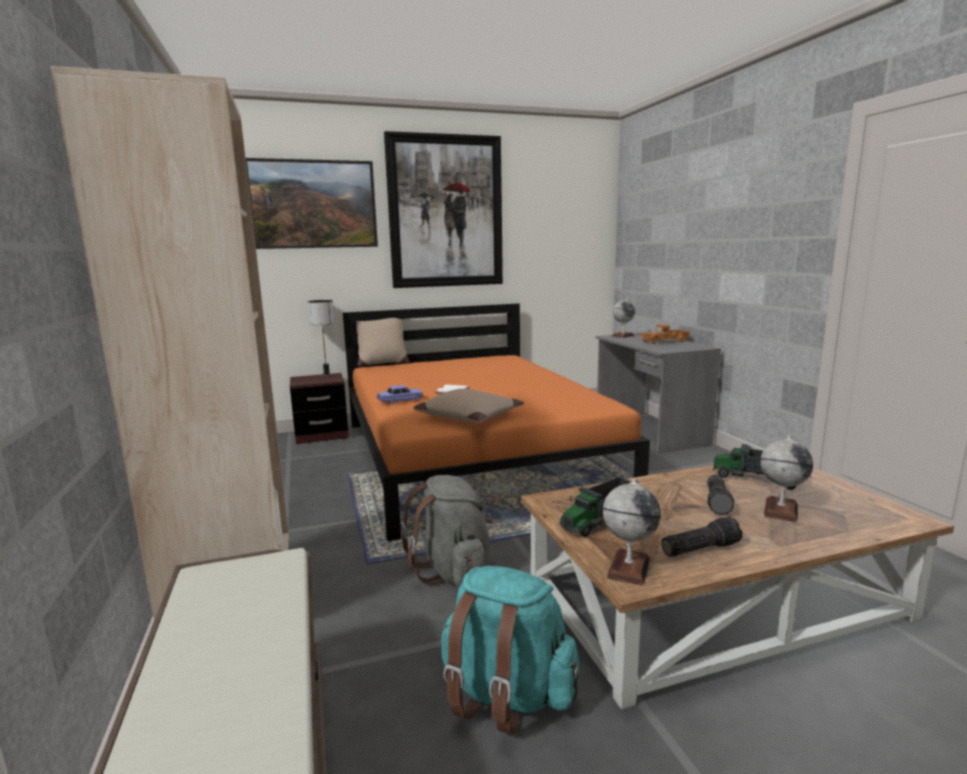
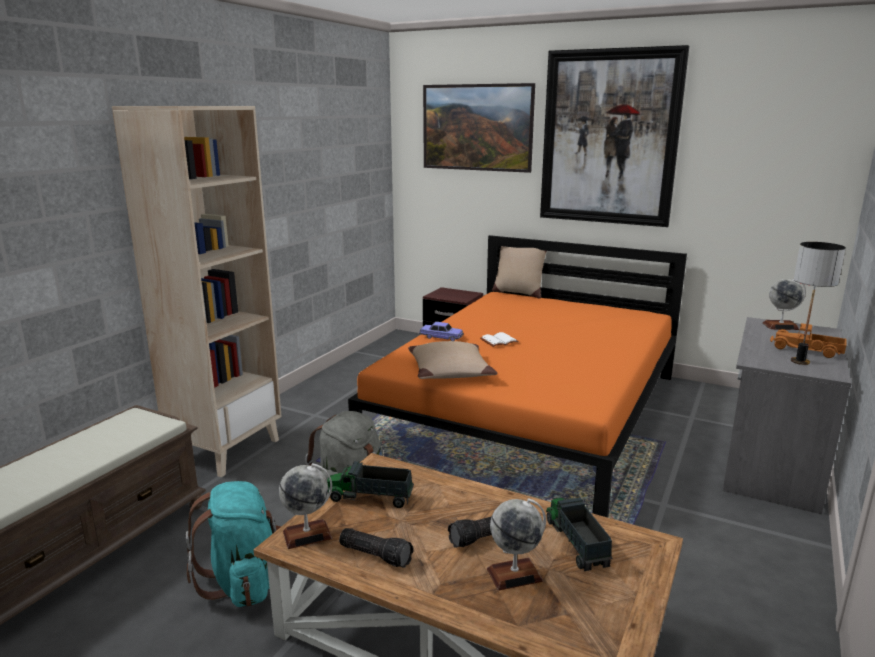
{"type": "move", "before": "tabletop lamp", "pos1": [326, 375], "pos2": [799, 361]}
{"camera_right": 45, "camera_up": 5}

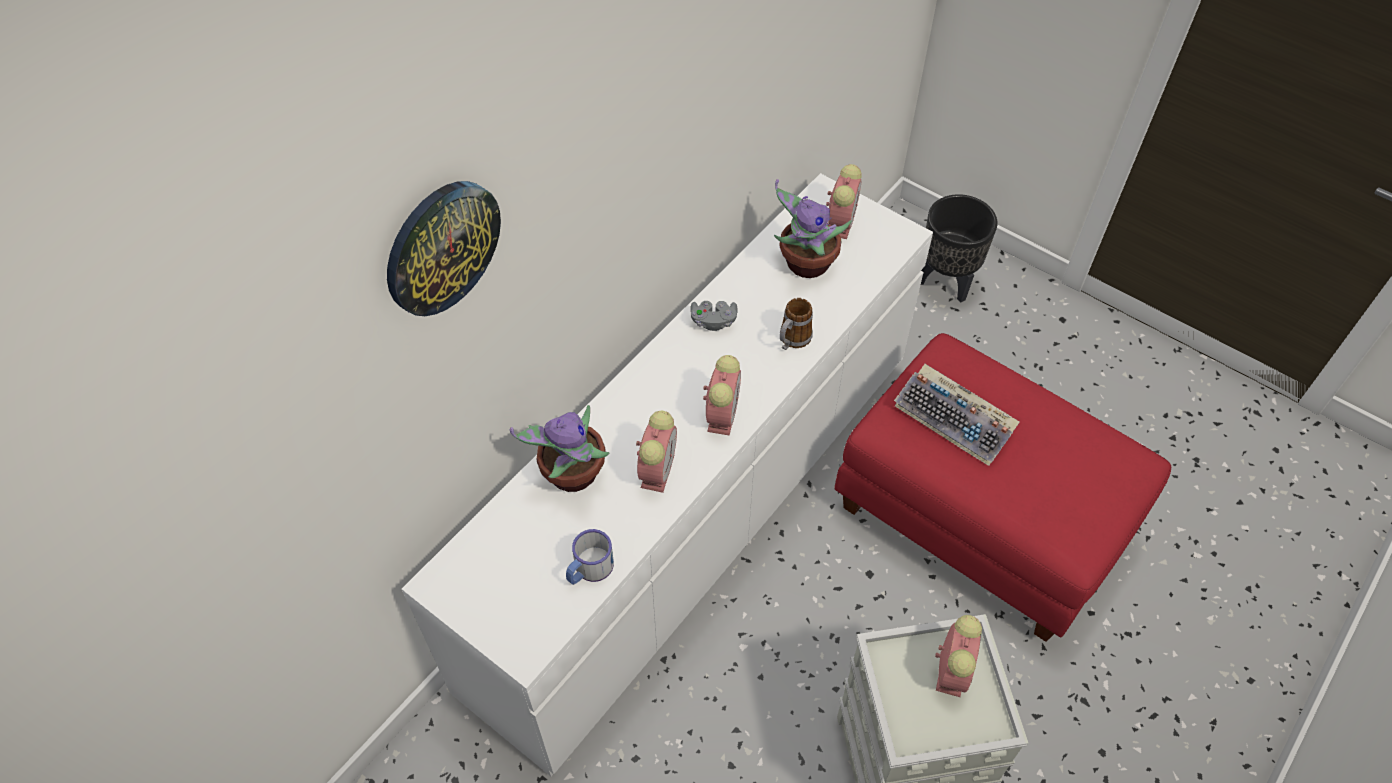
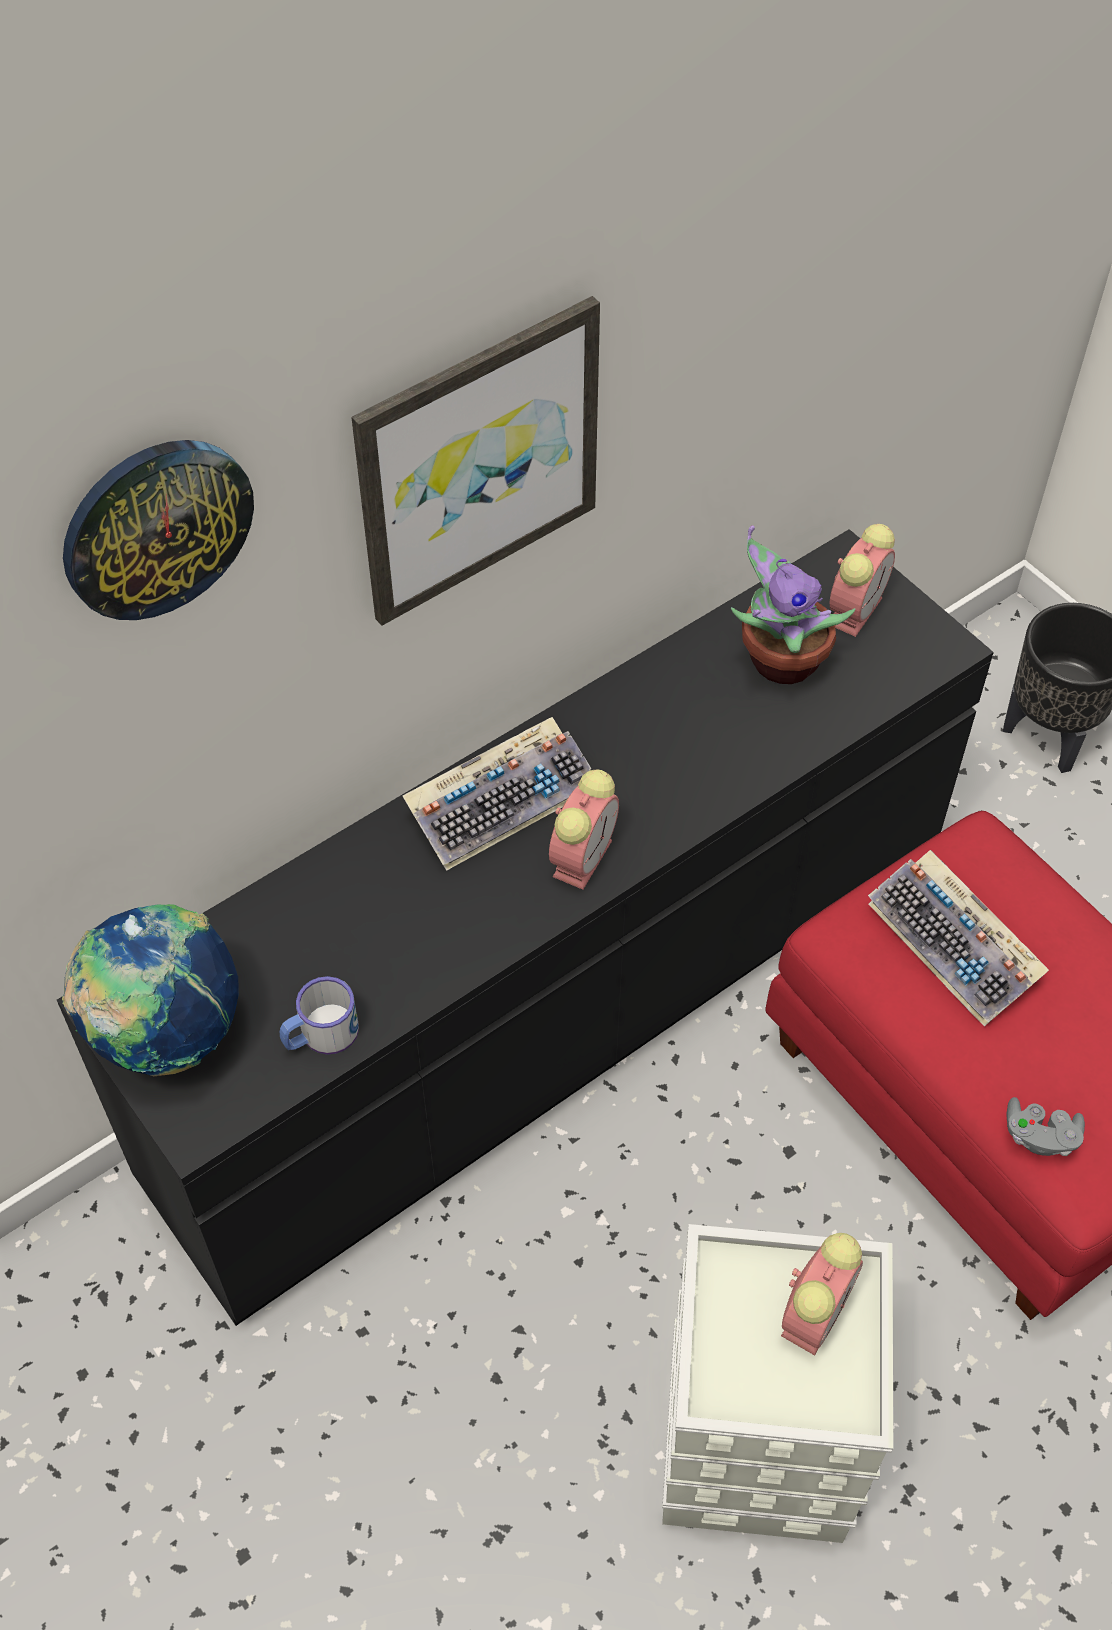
{"type": "recolor", "before": "drawer chest in white-coloured", "after": "drawer chest in black-coloured", "pos1": [695, 515], "pos2": [554, 1003]}
{"type": "delete", "before": "tea mug", "pos1": [792, 341]}
{"type": "move", "before": "game controller in grey", "pos1": [713, 321], "pos2": [1040, 1135]}
{"type": "delete", "before": "plant in a pot", "pos1": [572, 476]}
{"type": "delete", "before": "alarm clock", "pos1": [657, 469]}
{"type": "insert", "after": "wall art", "pos2": [477, 460]}
{"type": "insert", "after": "computer keyboard", "pos2": [502, 800]}
{"type": "insert", "after": "desk globe", "pos2": [166, 1033]}
{"camera_right": 15, "camera_up": 0}

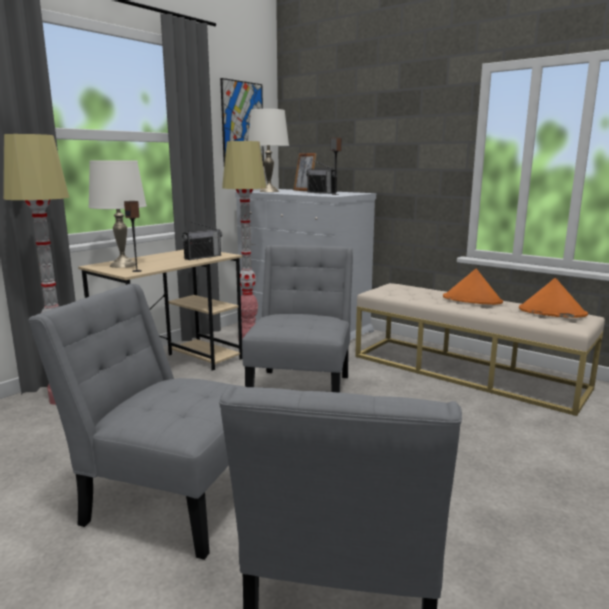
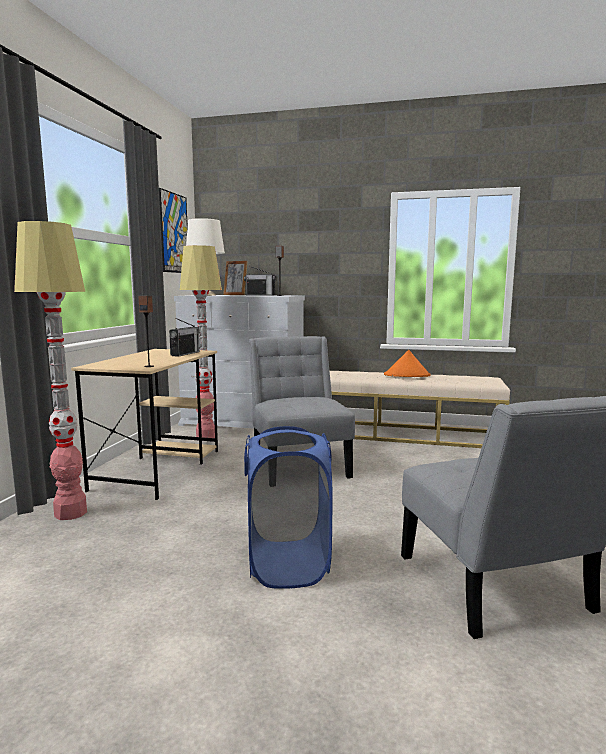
{"type": "delete", "before": "tabletop lamp in white-coloured", "pos1": [122, 265]}
{"type": "delete", "before": "hat in orange-coloured", "pos1": [551, 312]}
{"type": "replace", "before": "plain chair in grey", "after": "laundry basket in bluish", "pos1": [168, 497], "pos2": [287, 564]}
{"camera_right": -25, "camera_up": -5}

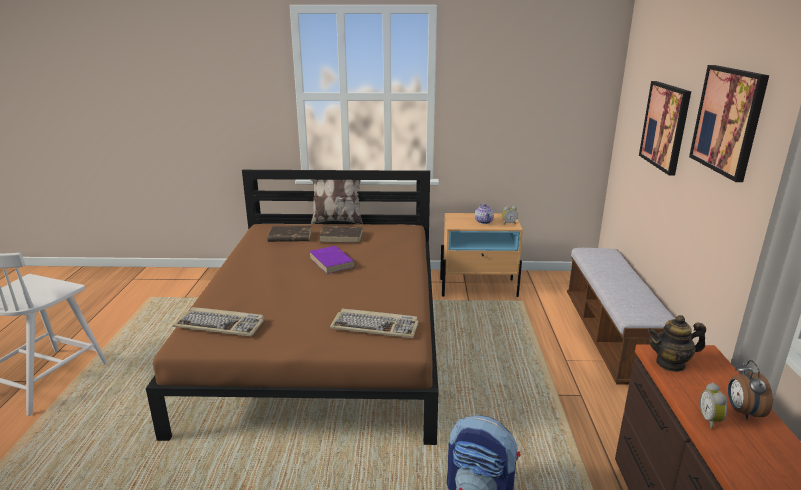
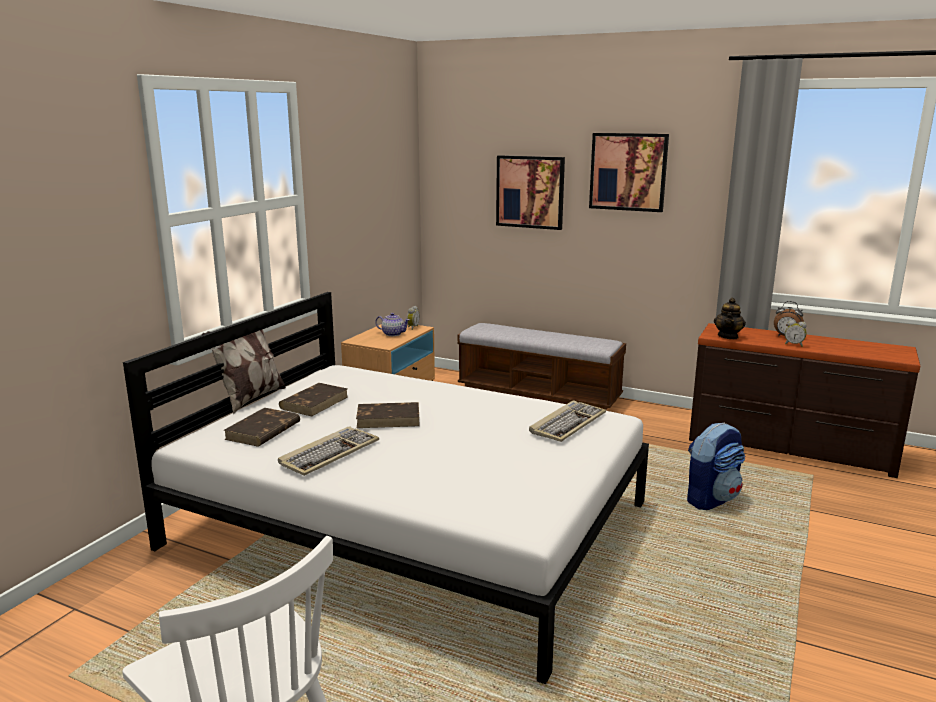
{"type": "recolor", "before": "bedroom bed in brown-coloured", "after": "bedroom bed in white-coloured", "pos1": [325, 340], "pos2": [411, 524]}
{"type": "recolor", "before": "bound book in purple-coloured", "after": "bound book in brown-coloured", "pos1": [332, 262], "pos2": [389, 418]}
{"type": "move", "before": "computer keyboard", "pos1": [221, 324], "pos2": [329, 453]}
{"camera_right": -65, "camera_up": -5}

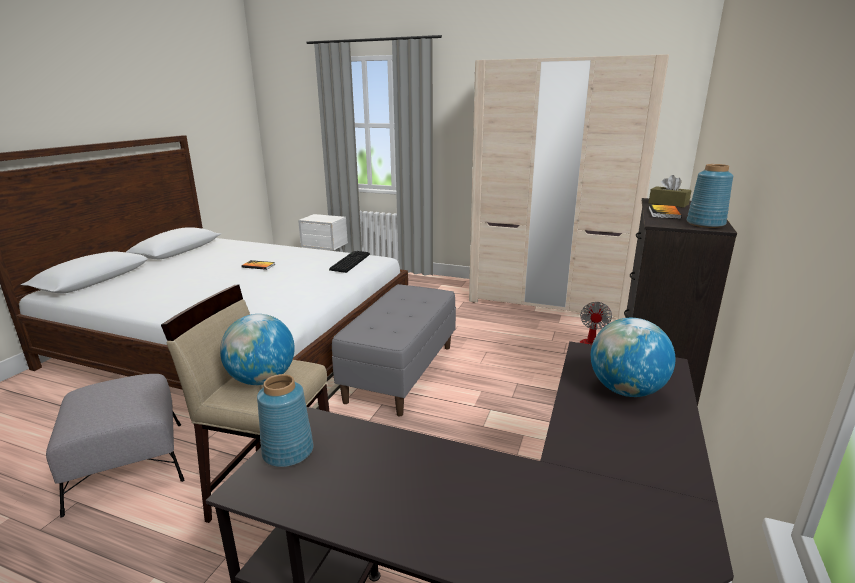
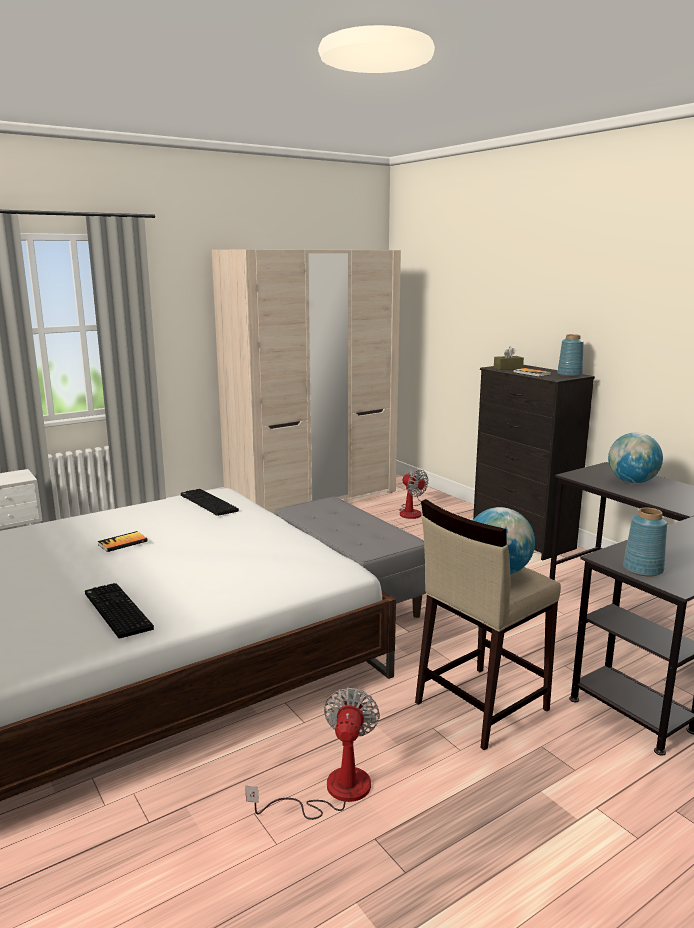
{"type": "replace", "before": "footrest in grey", "after": "electric fan", "pos1": [128, 464], "pos2": [333, 791]}
{"type": "insert", "after": "computer keyboard", "pos2": [115, 611]}
{"camera_right": -55, "camera_up": -5}

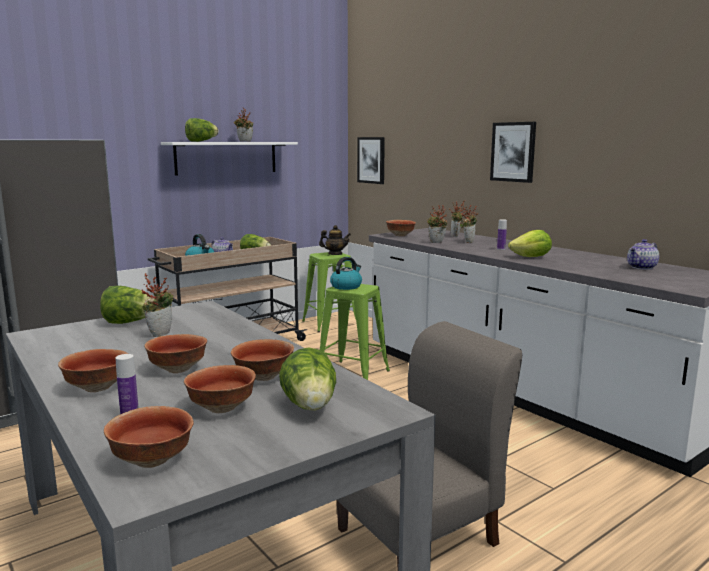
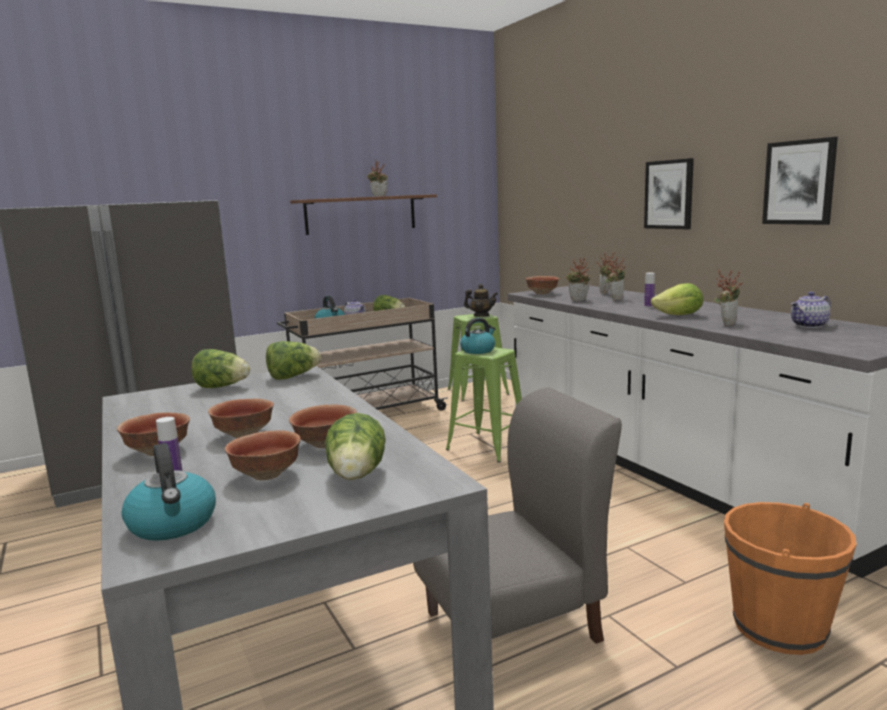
{"type": "move", "before": "head of lettuce", "pos1": [201, 141], "pos2": [293, 377]}
{"type": "move", "before": "wall art", "pos1": [371, 160], "pos2": [799, 182]}
{"type": "recolor", "before": "shelf in white-coloured", "after": "shelf in brown-coloured", "pos1": [226, 157], "pos2": [361, 214]}
{"type": "move", "before": "plant in a pot", "pos1": [160, 333], "pos2": [726, 323]}
{"type": "replace", "before": "deep dish", "after": "kettle", "pos1": [153, 459], "pos2": [173, 524]}
{"type": "insert", "after": "bucket in orange-coloured", "pos2": [779, 627]}
{"camera_right": 10, "camera_up": 0}

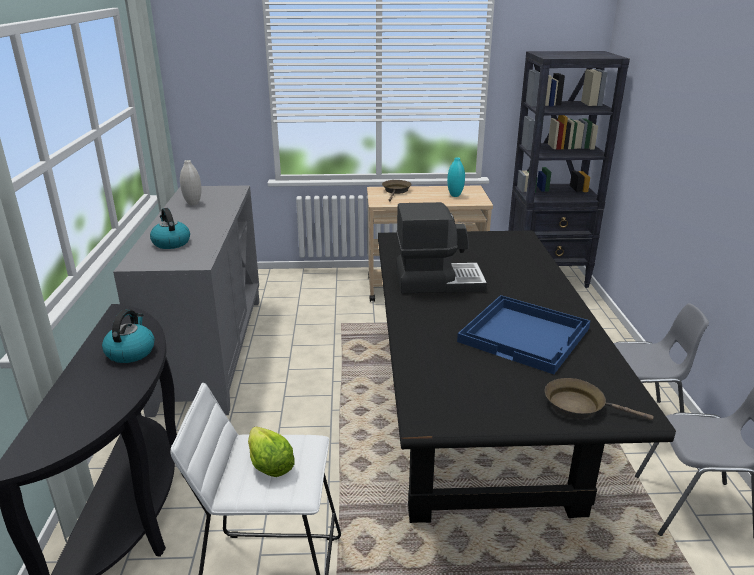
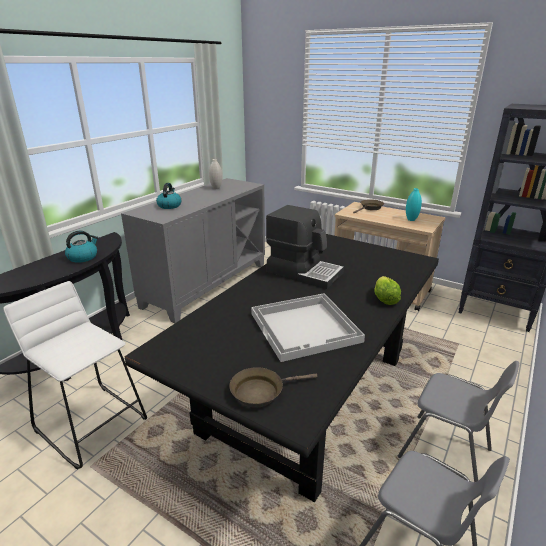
{"type": "recolor", "before": "serving tray in bluish", "after": "serving tray in white-coloured", "pos1": [525, 335], "pos2": [306, 327]}
{"type": "rotate", "before": "skillet in brown-coloured", "pos1": [579, 406], "pos2": [261, 391], "turn": -75}
{"type": "move", "before": "head of lettuce", "pos1": [269, 464], "pos2": [384, 298]}
{"camera_right": 35, "camera_up": 0}

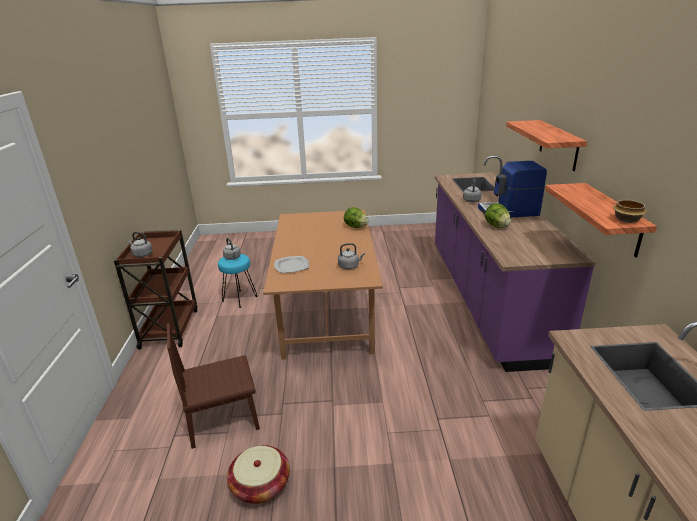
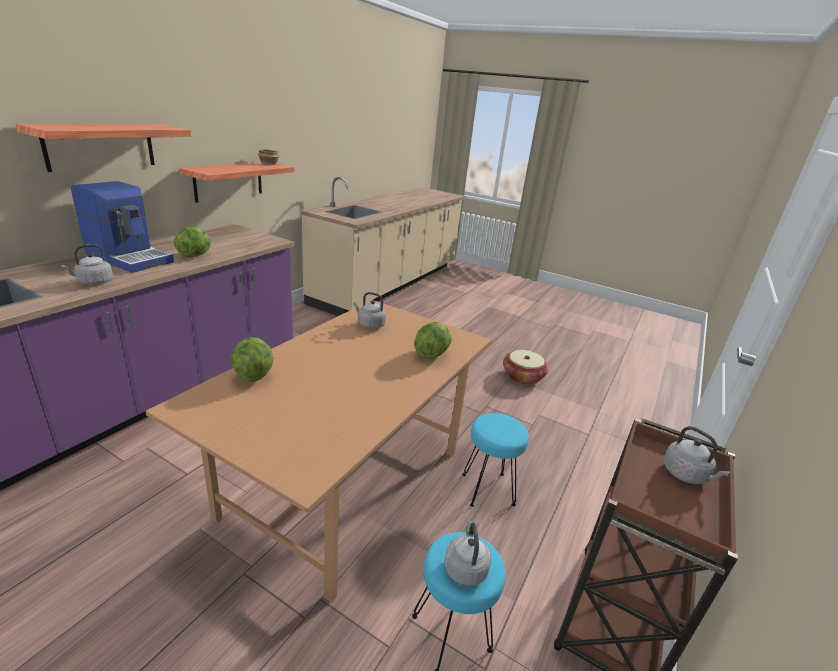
{"type": "replace", "before": "flat dish", "after": "head of lettuce", "pos1": [292, 265], "pos2": [431, 354]}
{"type": "delete", "before": "plain chair in brown-coloured", "pos1": [223, 419]}
{"type": "insert", "after": "stool in turquoise", "pos2": [487, 490]}
{"camera_right": -150, "camera_up": 0}

